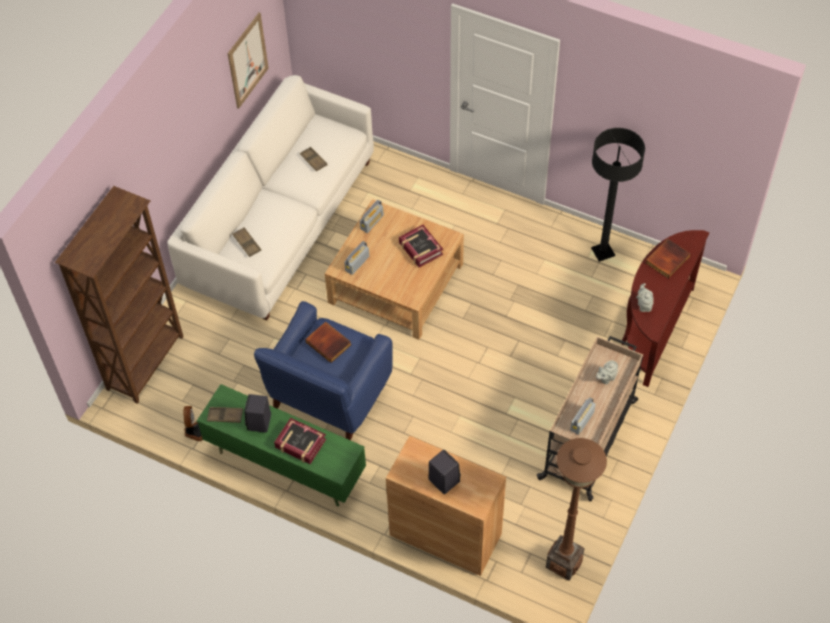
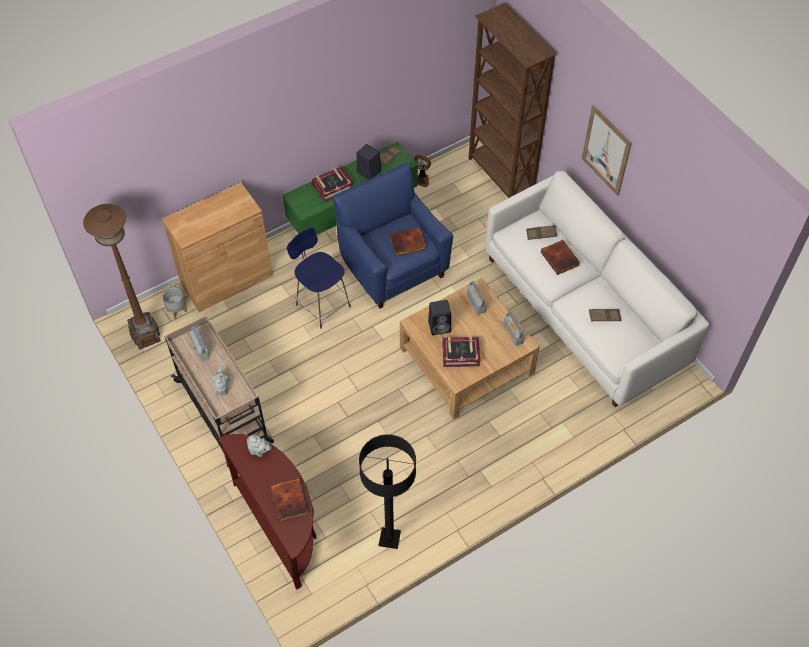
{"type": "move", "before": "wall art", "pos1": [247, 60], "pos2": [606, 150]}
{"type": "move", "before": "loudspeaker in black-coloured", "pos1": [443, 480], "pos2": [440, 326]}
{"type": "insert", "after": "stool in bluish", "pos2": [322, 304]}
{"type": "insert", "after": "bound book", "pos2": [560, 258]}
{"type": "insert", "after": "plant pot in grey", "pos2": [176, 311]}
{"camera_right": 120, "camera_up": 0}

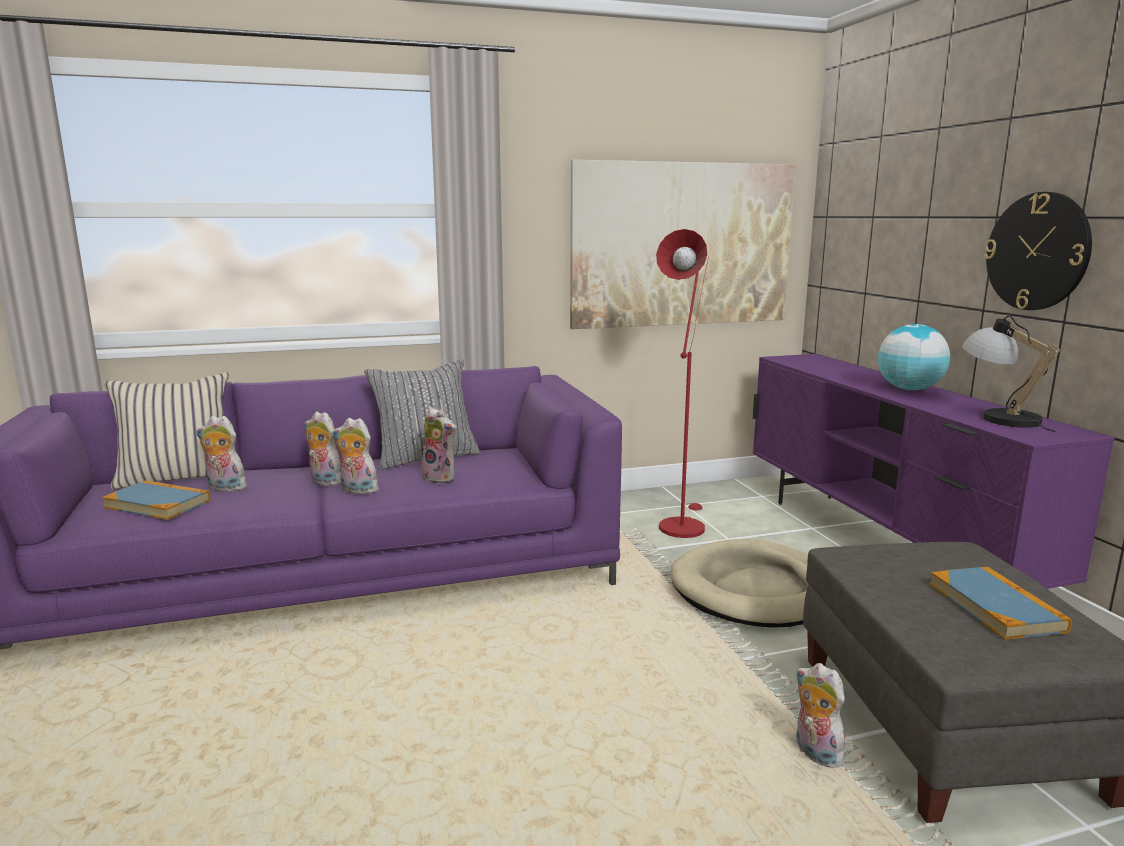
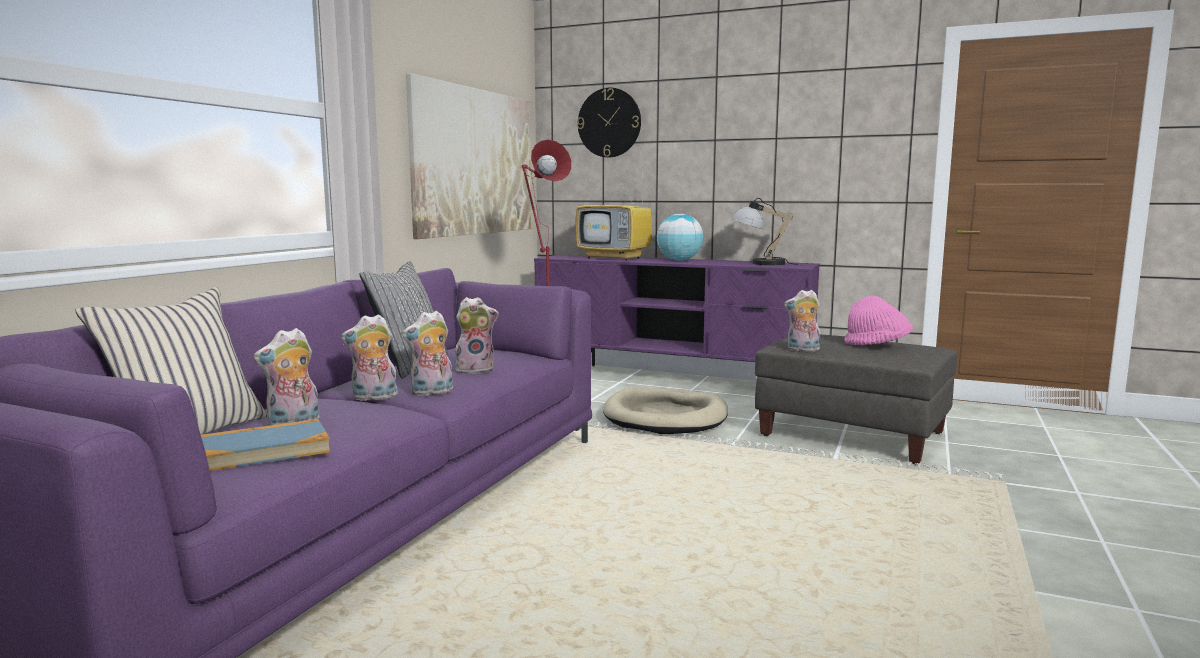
{"type": "move", "before": "wall clock", "pos1": [1037, 251], "pos2": [609, 123]}
{"type": "replace", "before": "bound book", "after": "hat in pink-coloured", "pos1": [995, 607], "pos2": [877, 345]}
{"type": "move", "before": "cuddly toy", "pos1": [814, 753], "pos2": [802, 350]}
{"type": "insert", "after": "TV", "pos2": [615, 258]}
{"camera_right": -50, "camera_up": -5}

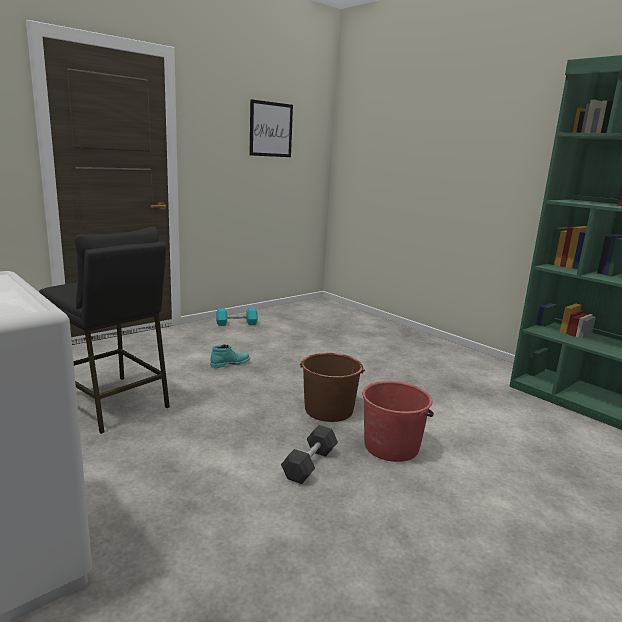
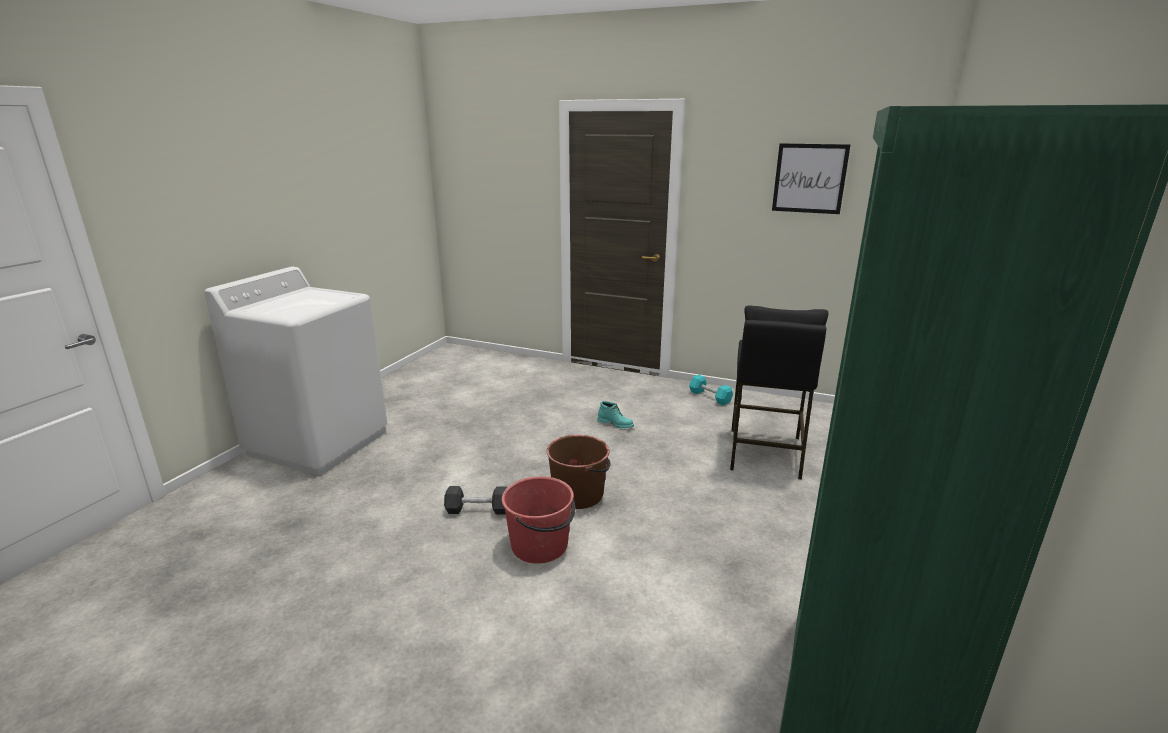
{"type": "move", "before": "stool in black-coloured", "pos1": [111, 403], "pos2": [764, 453]}
{"camera_right": 65, "camera_up": 5}

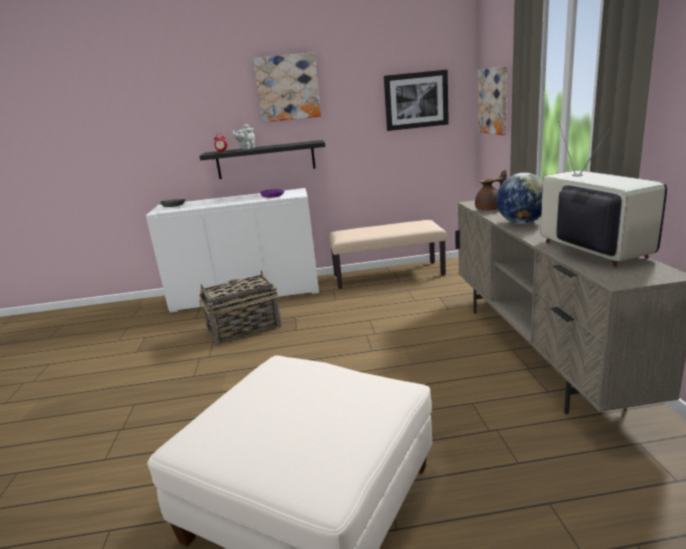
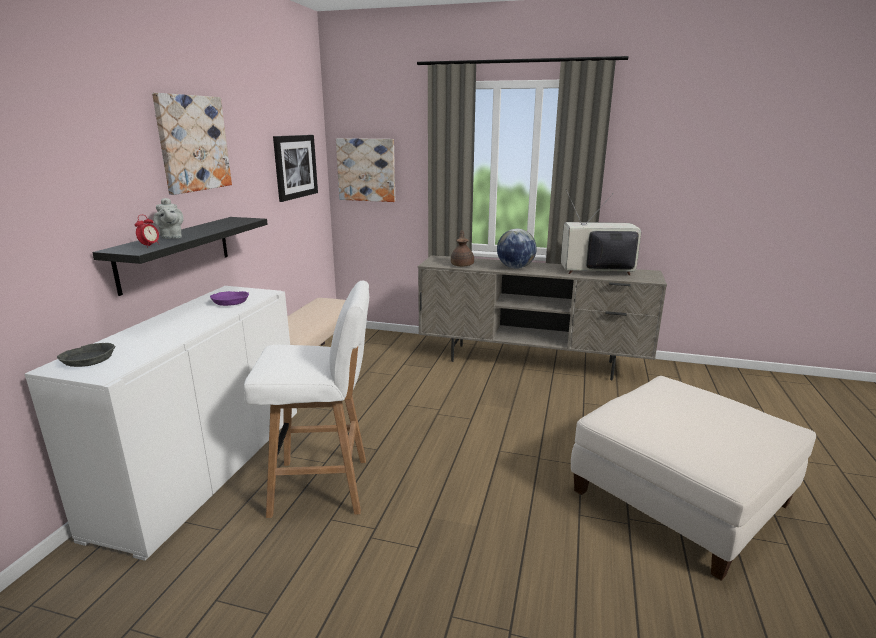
{"type": "replace", "before": "basket", "after": "stool in white-coloured", "pos1": [243, 328], "pos2": [323, 487]}
{"camera_right": -70, "camera_up": 0}

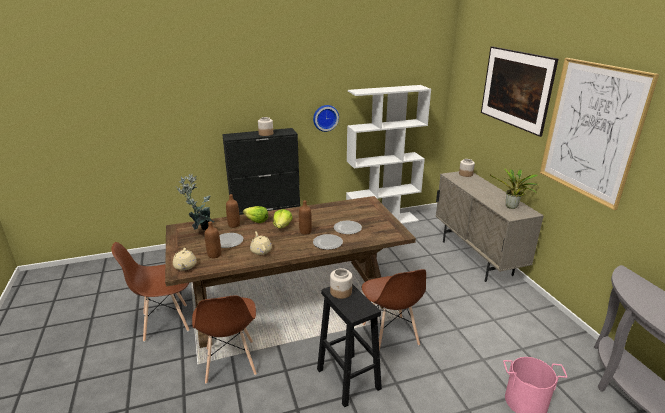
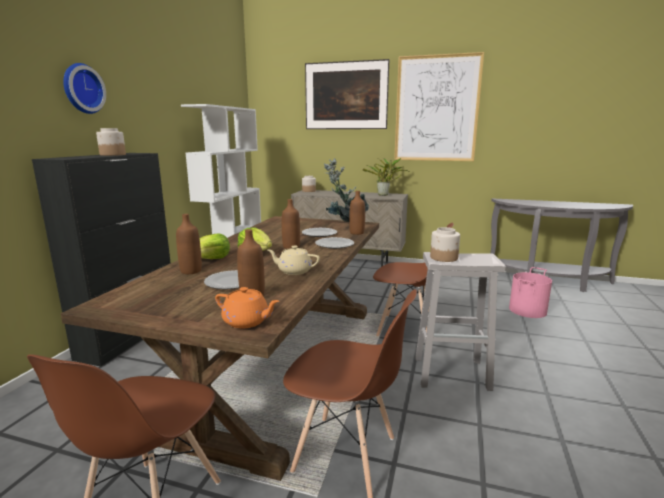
{"type": "move", "before": "wall clock", "pos1": [325, 117], "pos2": [81, 89]}
{"type": "move", "before": "plant in a pot", "pos1": [201, 229], "pos2": [344, 223]}
{"type": "recolor", "before": "tea pot in beige", "after": "tea pot in orange-coloured", "pos1": [185, 266], "pos2": [247, 321]}
{"type": "recolor", "before": "stool in black-coloured", "after": "stool in white-coloured", "pos1": [349, 379], "pos2": [452, 373]}
{"type": "insert", "after": "bottle in brown-coloured", "pos2": [357, 233]}
{"camera_right": -55, "camera_up": -10}

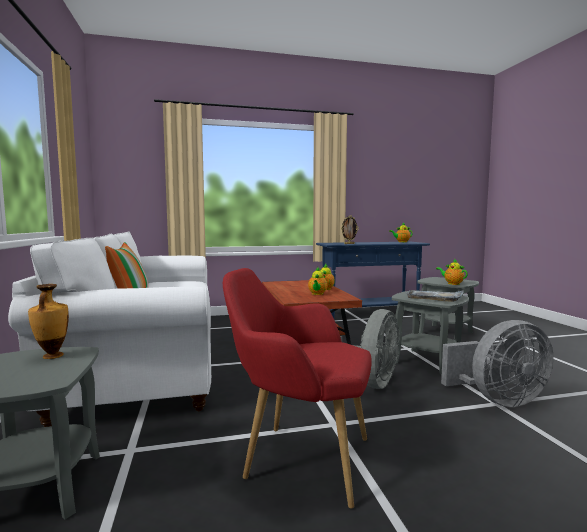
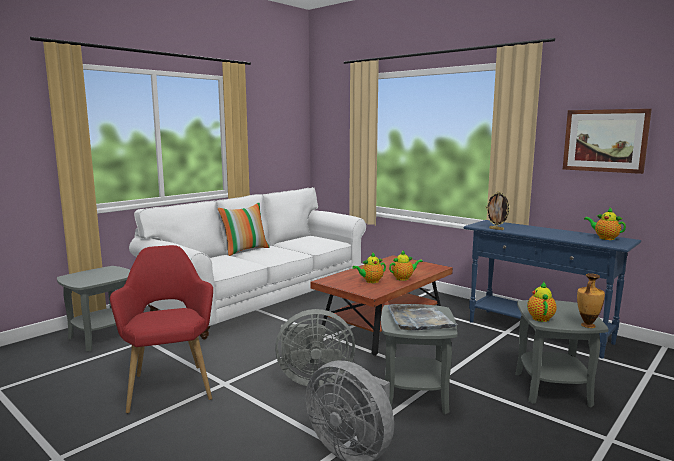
{"type": "move", "before": "flower vase", "pos1": [52, 356], "pos2": [587, 325]}
{"type": "insert", "after": "wall art", "pos2": [605, 140]}
{"camera_right": 55, "camera_up": 5}

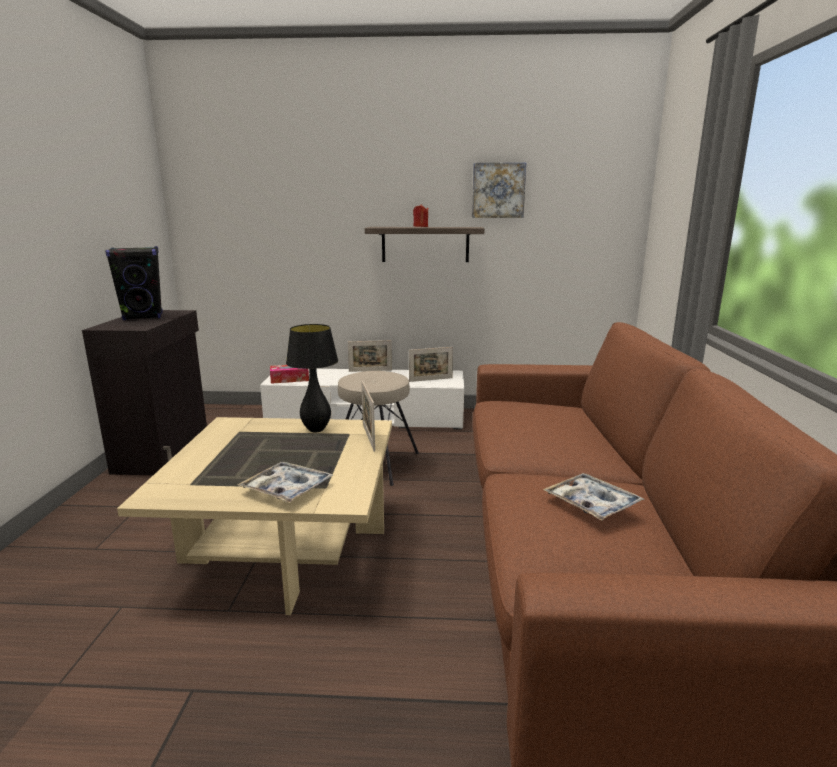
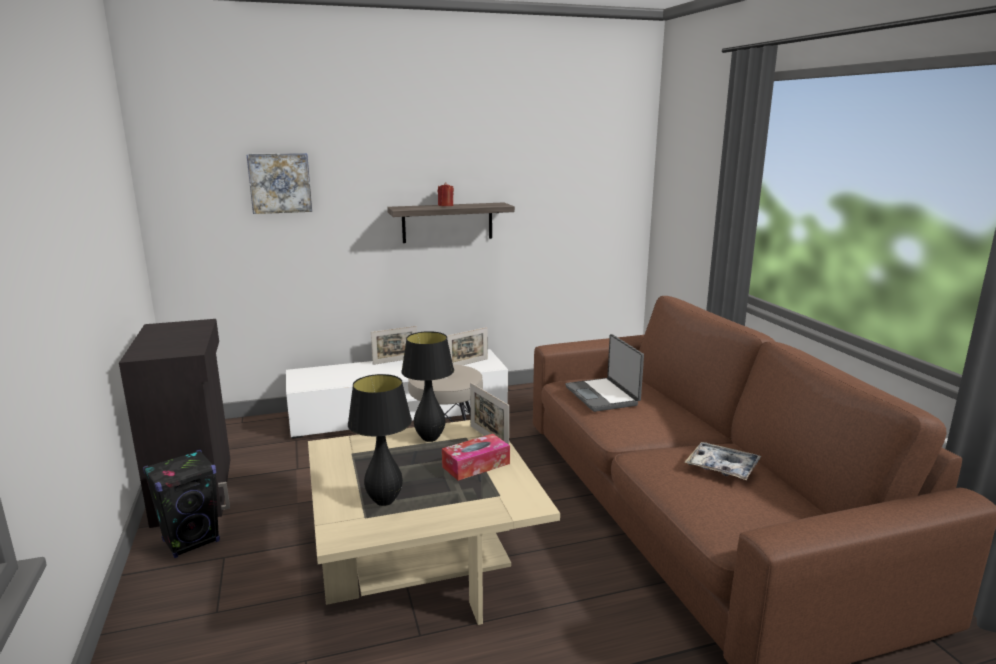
{"type": "move", "before": "wall art", "pos1": [498, 190], "pos2": [280, 183]}
{"type": "move", "before": "loudspeaker in black-coloured", "pos1": [143, 317], "pos2": [191, 541]}
{"type": "move", "before": "tissue box", "pos1": [290, 379], "pos2": [476, 465]}
{"type": "delete", "before": "serving tray", "pos1": [287, 489]}
{"type": "insert", "after": "notebook computer", "pos2": [603, 395]}
{"type": "insert", "after": "tabletop lamp in black-coloured", "pos2": [385, 501]}
{"camera_right": -20, "camera_up": 0}

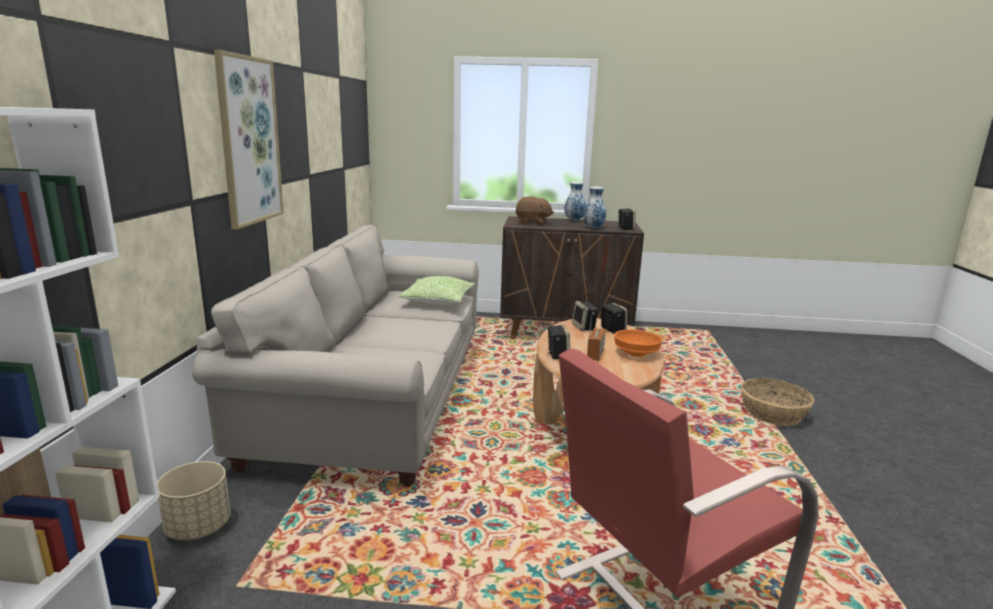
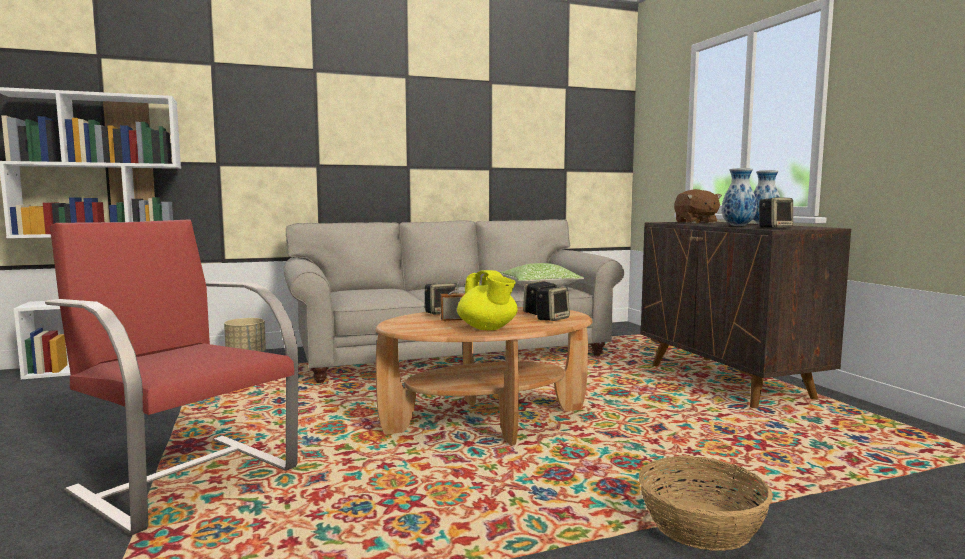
{"type": "delete", "before": "wall art", "pos1": [249, 141]}
{"type": "replace", "before": "deep dish in orange-coloured", "after": "tea pot in yellowish", "pos1": [637, 353], "pos2": [488, 328]}
{"camera_right": 65, "camera_up": -10}

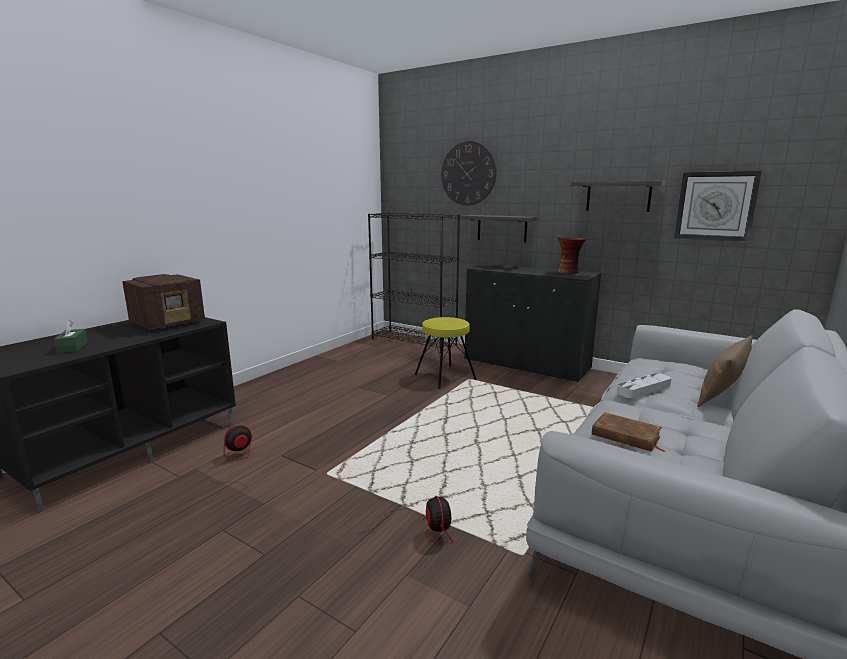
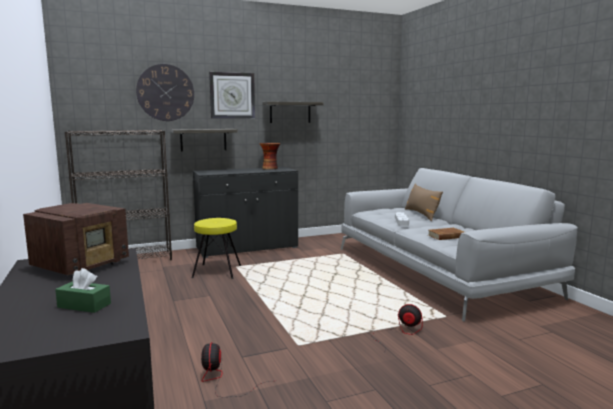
{"type": "move", "before": "wall clock", "pos1": [715, 206], "pos2": [232, 95]}
{"type": "rotate", "before": "radio set", "pos1": [169, 323], "pos2": [82, 265], "turn": 45}
{"camera_right": -55, "camera_up": -5}

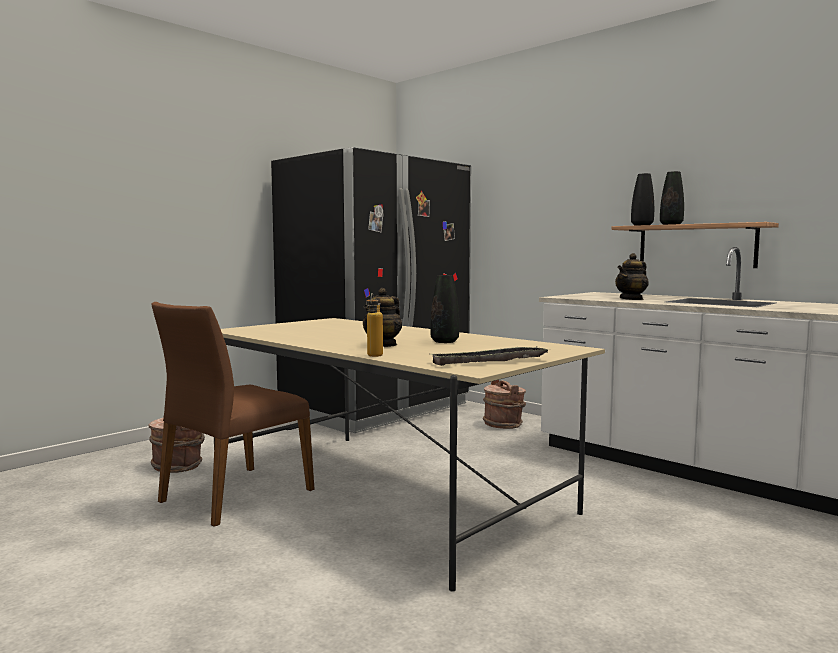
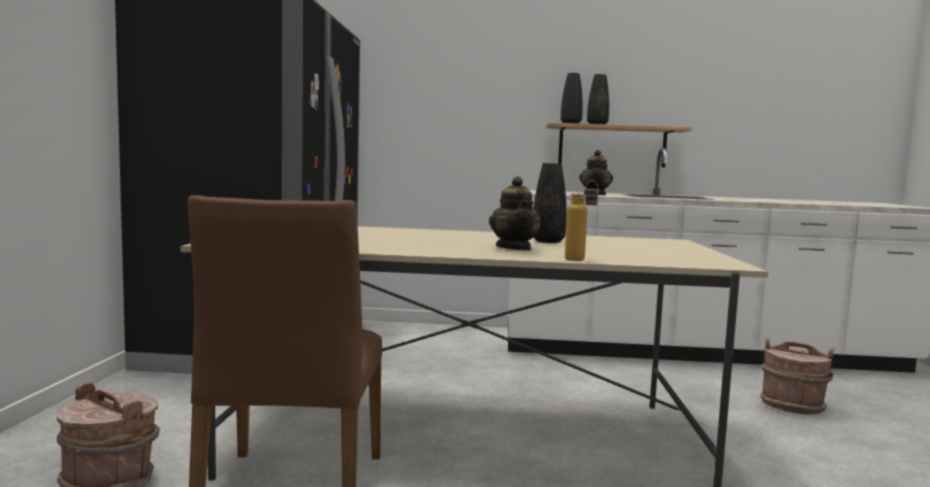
{"type": "delete", "before": "serving tray", "pos1": [489, 362]}
{"type": "move", "before": "bucket in brown-coloured", "pos1": [503, 424], "pos2": [792, 406]}
{"camera_right": -40, "camera_up": 0}

